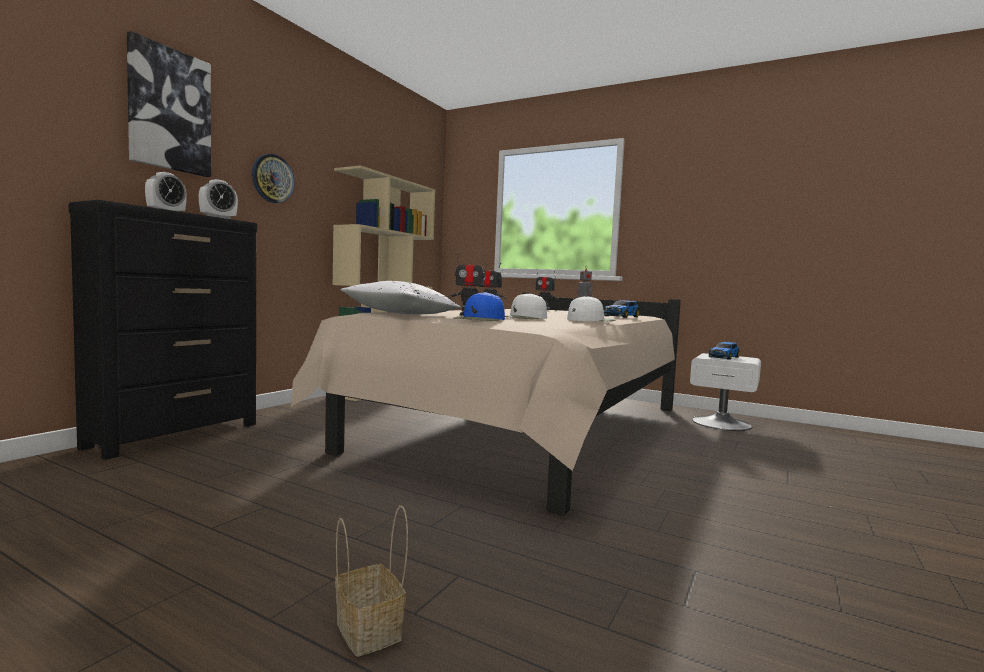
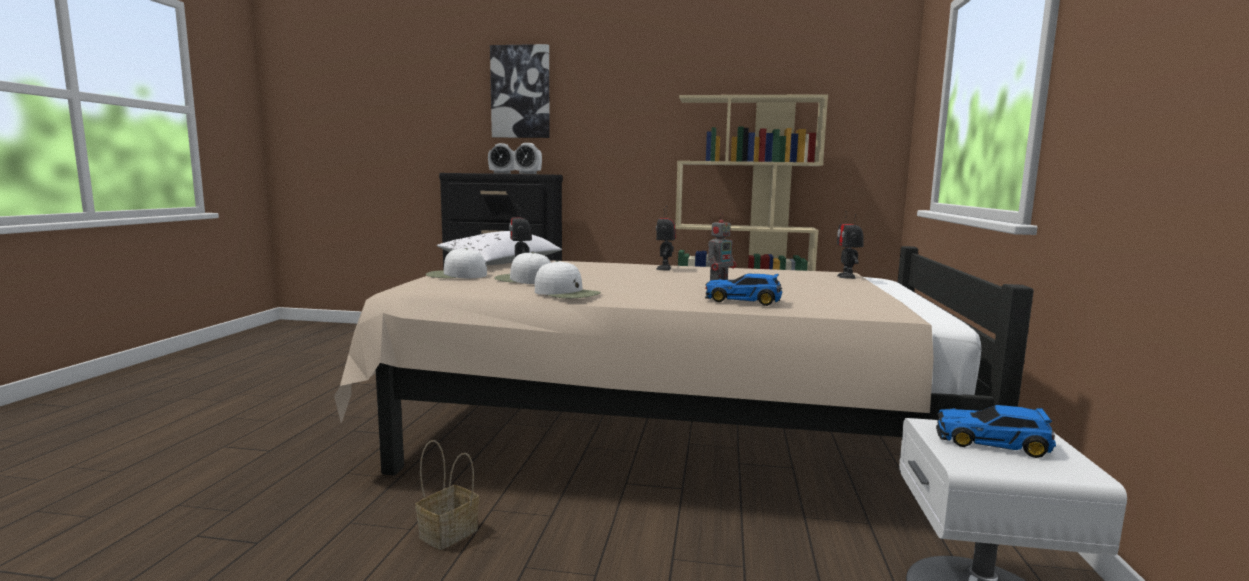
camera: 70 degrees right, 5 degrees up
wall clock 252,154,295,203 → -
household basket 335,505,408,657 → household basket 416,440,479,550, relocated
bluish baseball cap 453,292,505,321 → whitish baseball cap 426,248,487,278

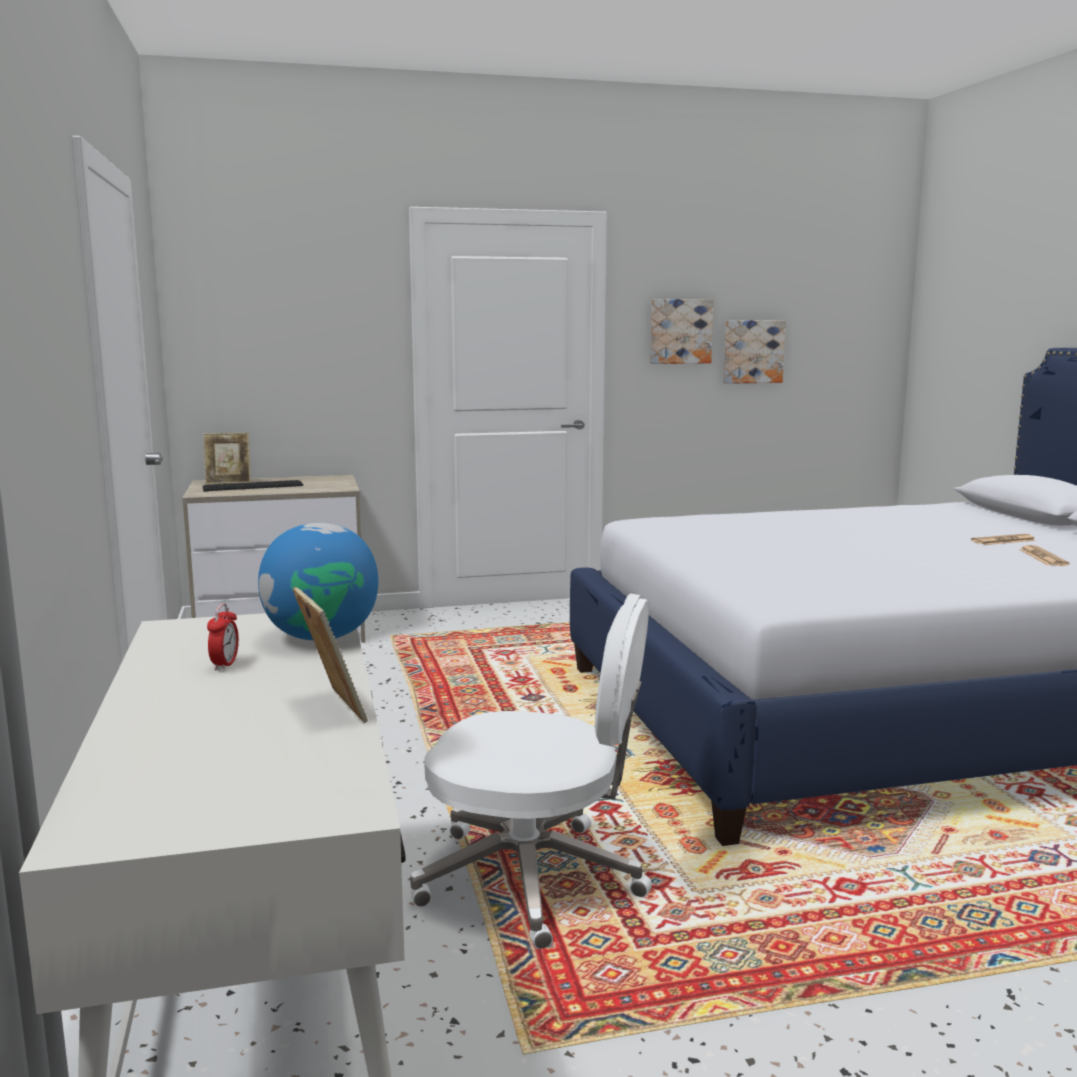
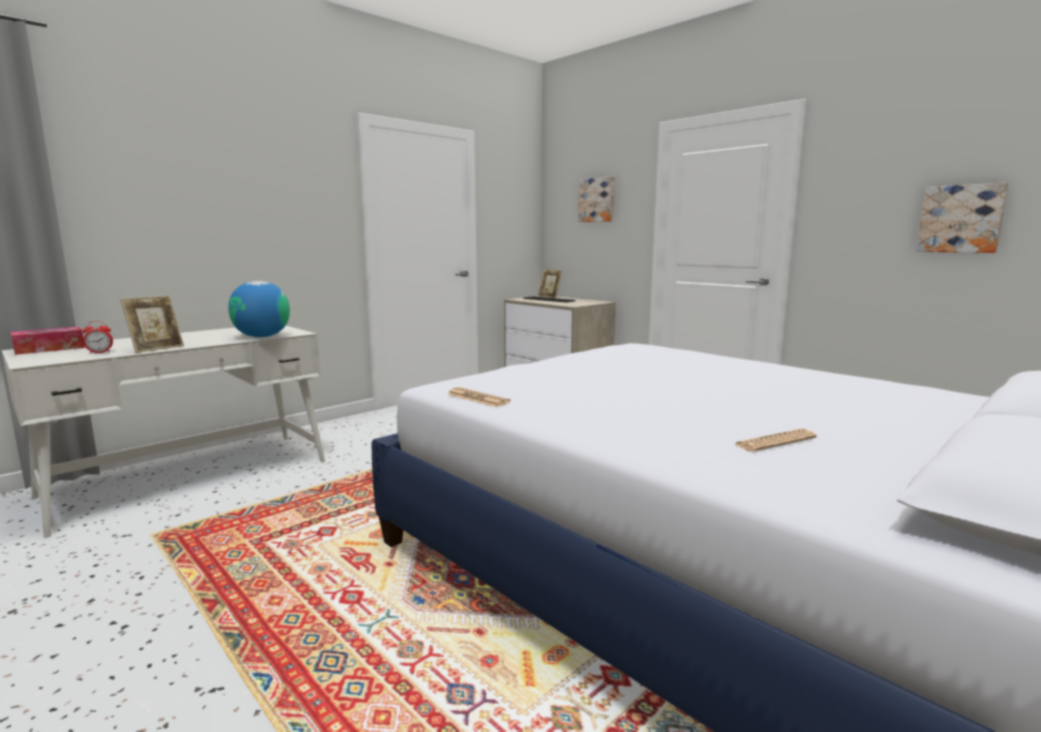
camera: 60 degrees right, 0 degrees up
table clock 207,603,239,670 → table clock 83,321,113,354, relocated
whitish computer chair 410,593,652,949 → -
wall art 650,299,714,364 → wall art 578,176,615,222, relocated
printed paper 971,534,1036,545 → printed paper 447,387,510,407, relocated
- → tissue box 11,327,85,355

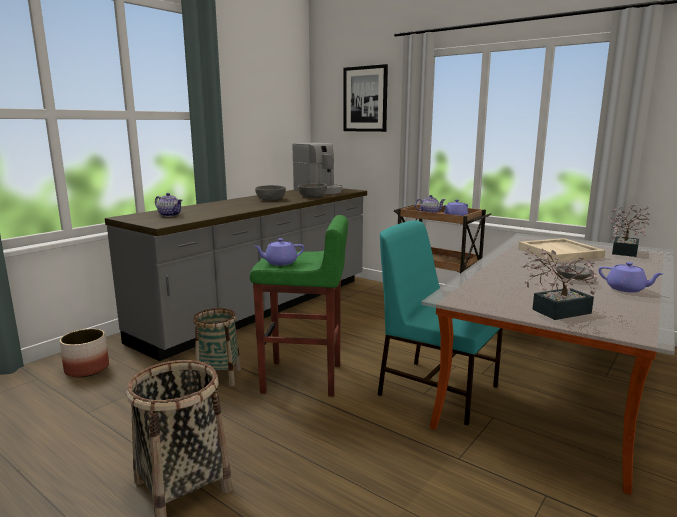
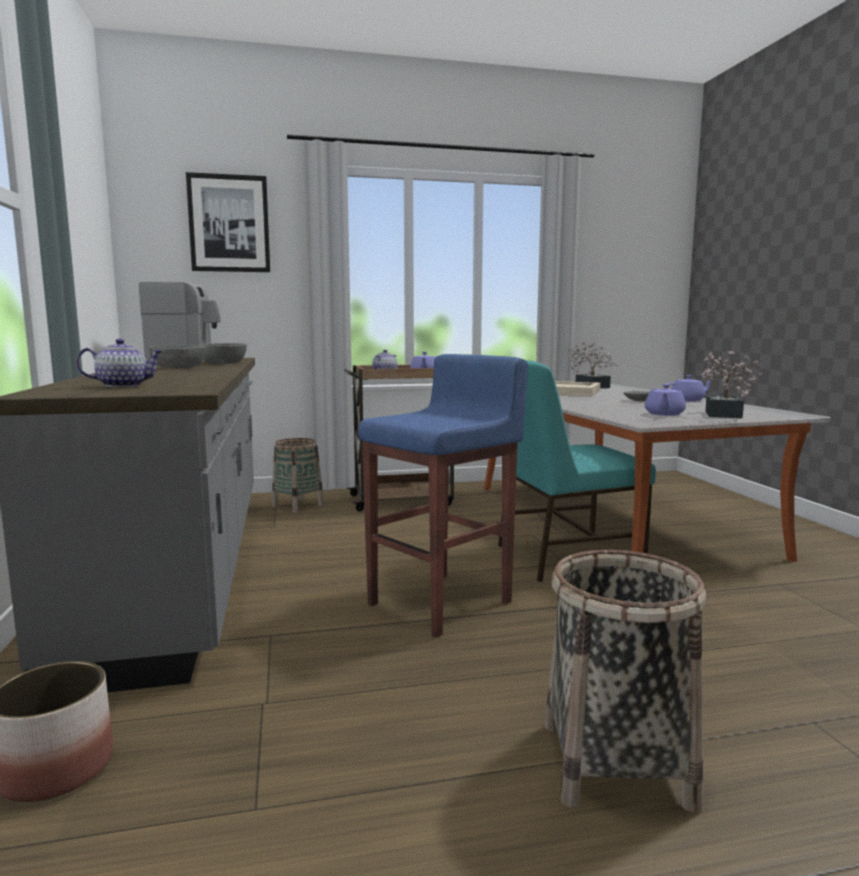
camera: 50 degrees left, 5 degrees down
household basket 193,308,241,387 → household basket 272,438,324,513, relocated
greenish stool seat 250,215,348,397 → bluish stool seat 358,354,528,638
purplish teapot 254,238,304,266 → purplish teapot 645,384,686,416, relocated

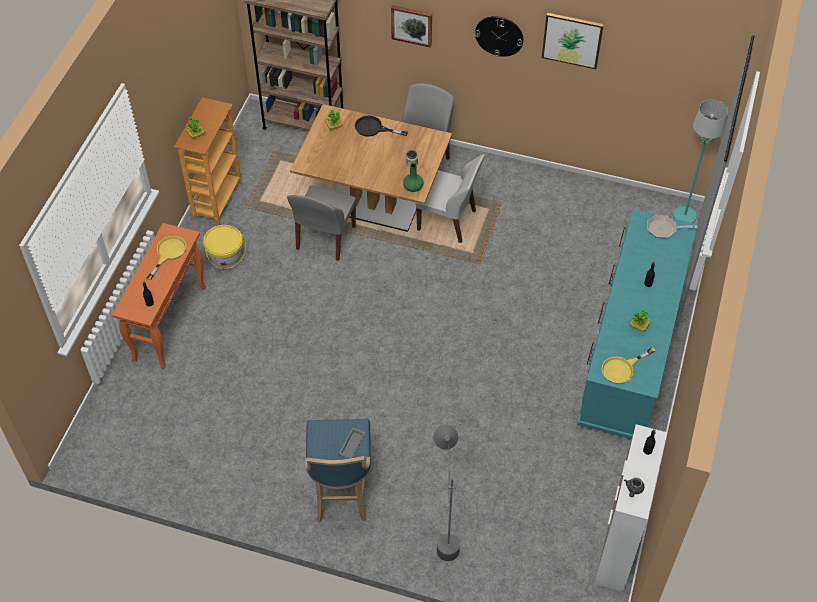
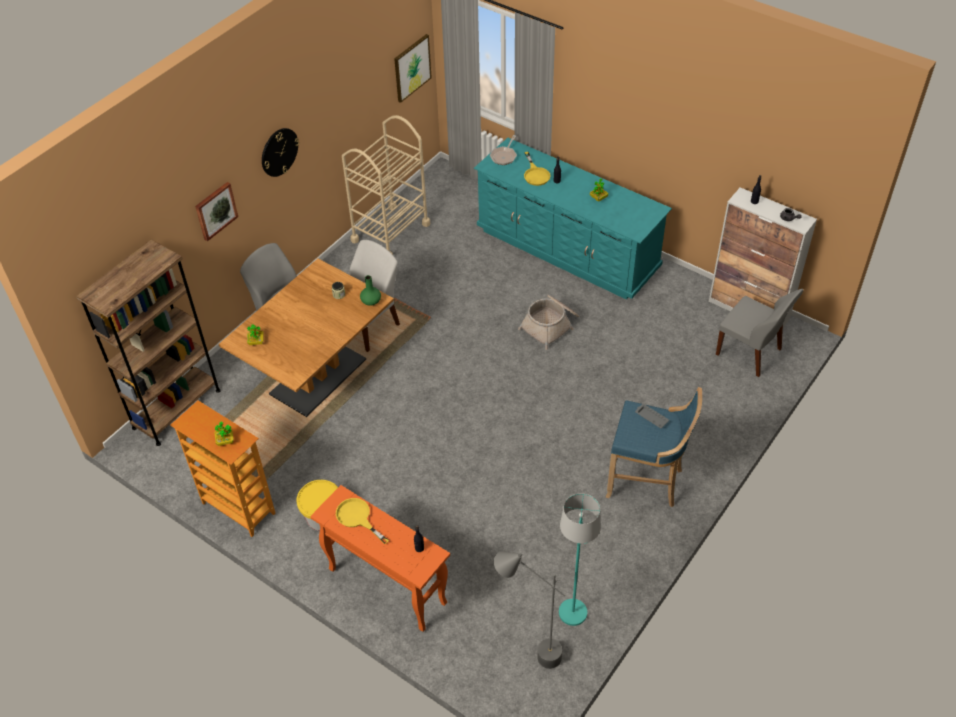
camera: 70 degrees left, 5 degrees down
grey upright chair 287,185,356,261 → grey upright chair 716,289,803,377, relocated
black-coloured pan 355,116,408,137 → -
grey standard lamp 434,425,460,561 → grey standard lamp 494,551,565,669, relocated
wall art 542,13,604,69 → wall art 394,34,432,103, relocated
yellowish pan 602,347,656,384 → yellowish pan 524,152,551,186, relocated
blue-green standard lamp 673,100,728,223 → blue-green standard lamp 559,493,601,626, relocated
- → beige trolley 342,115,430,255
- → household basket 518,295,579,350

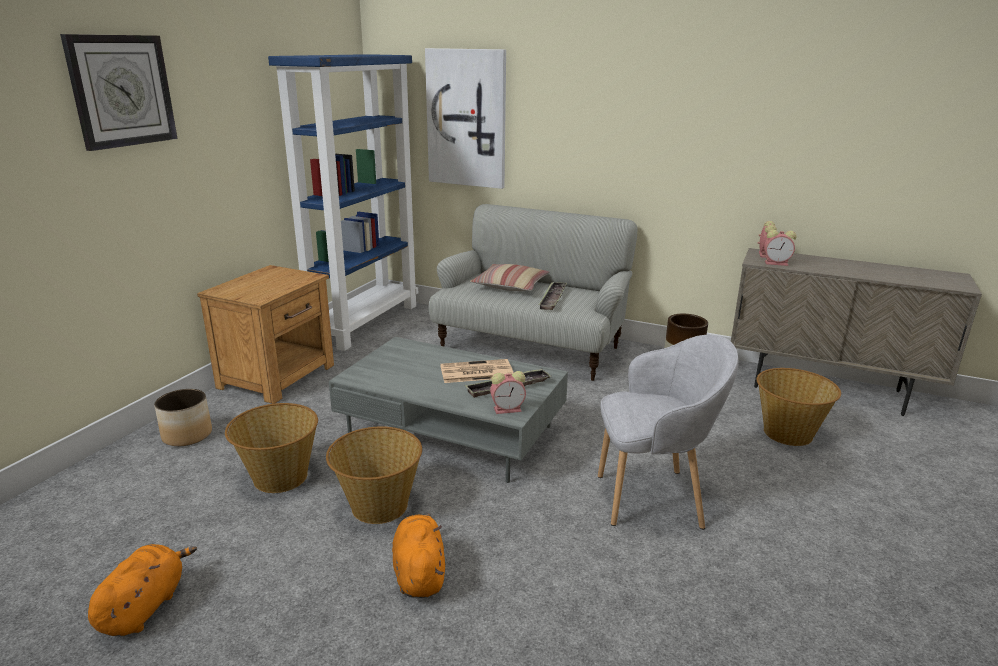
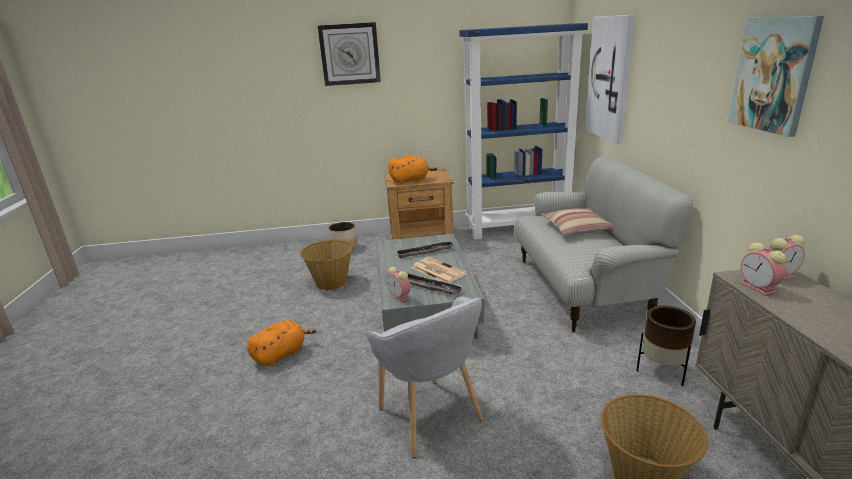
camera: 60 degrees right, 0 degrees up
orangey plush toy 88,544,197,636 → orangey plush toy 388,155,437,184, relocated
household basket 326,426,422,524 → -
tray 538,282,567,310 → tray 396,241,454,258, relocated
- → wall art 728,16,824,137

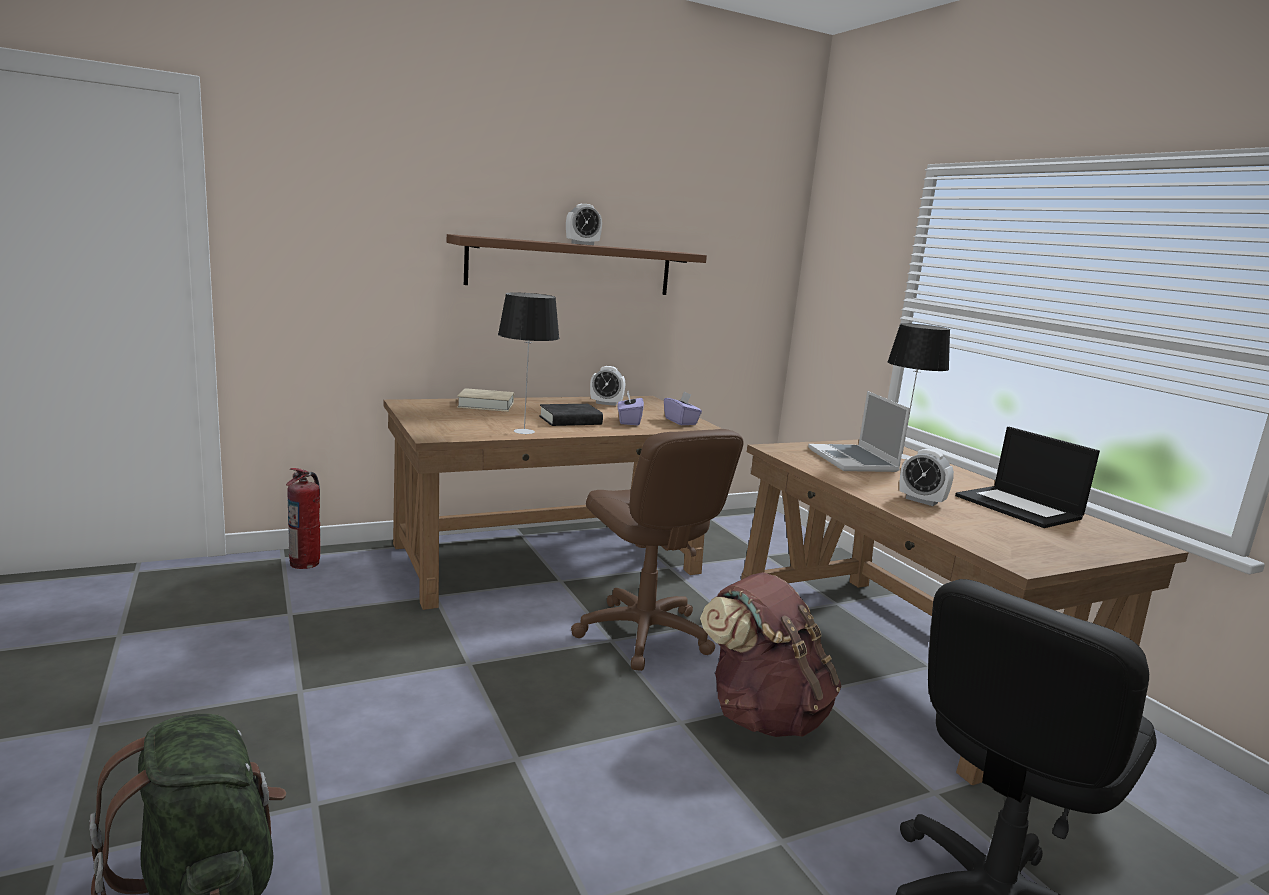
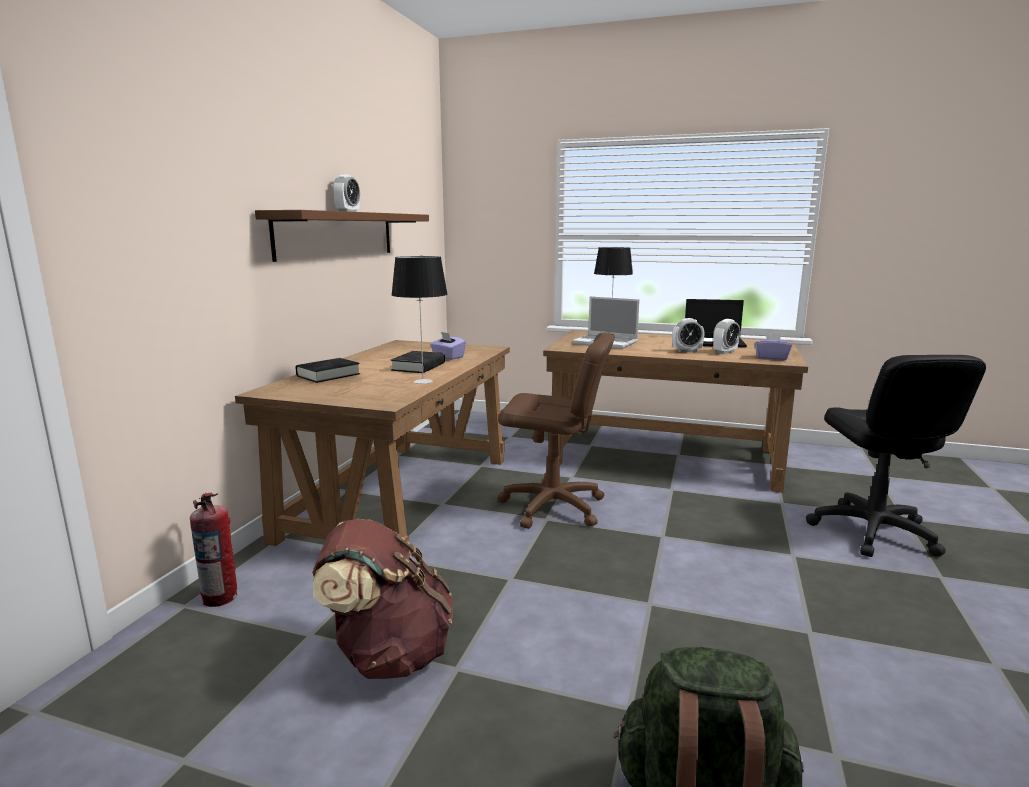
camera: 45 degrees left, 0 degrees up
beige volume 457,388,514,412 → black-coloured volume 296,358,360,383
table clock 590,366,625,406 → table clock 713,319,740,354, relocated
purplish tissue box 664,391,702,425 → purplish tissue box 754,332,792,360, relocated
brown rucksack 700,572,842,737 → brown rucksack 312,519,453,679, relocated

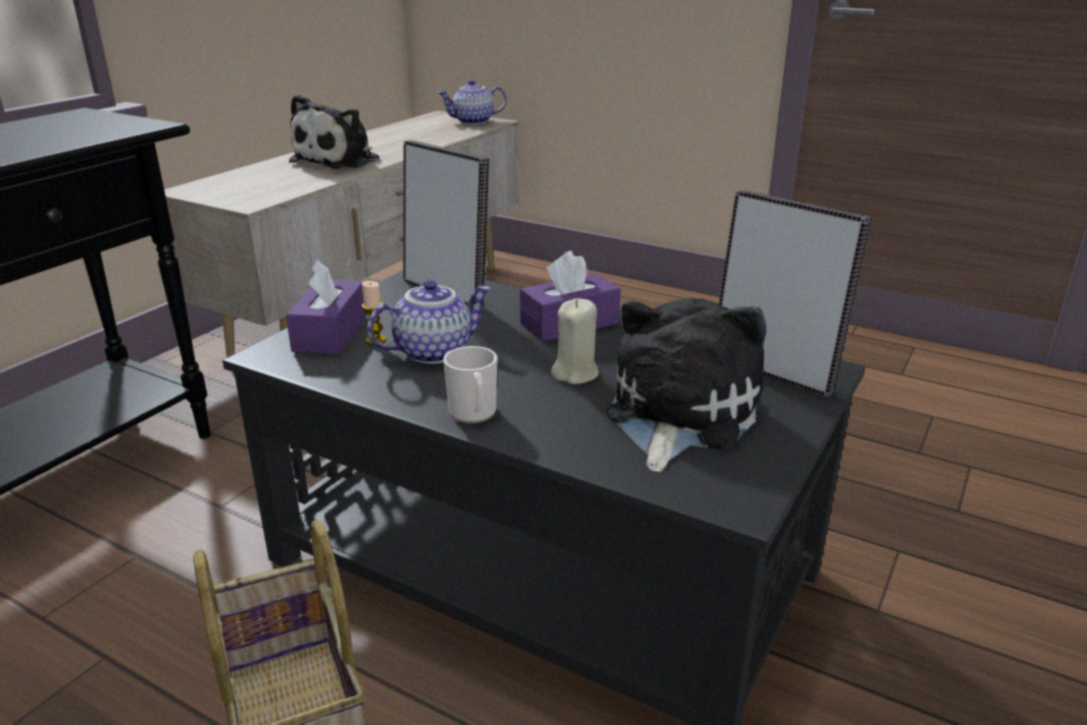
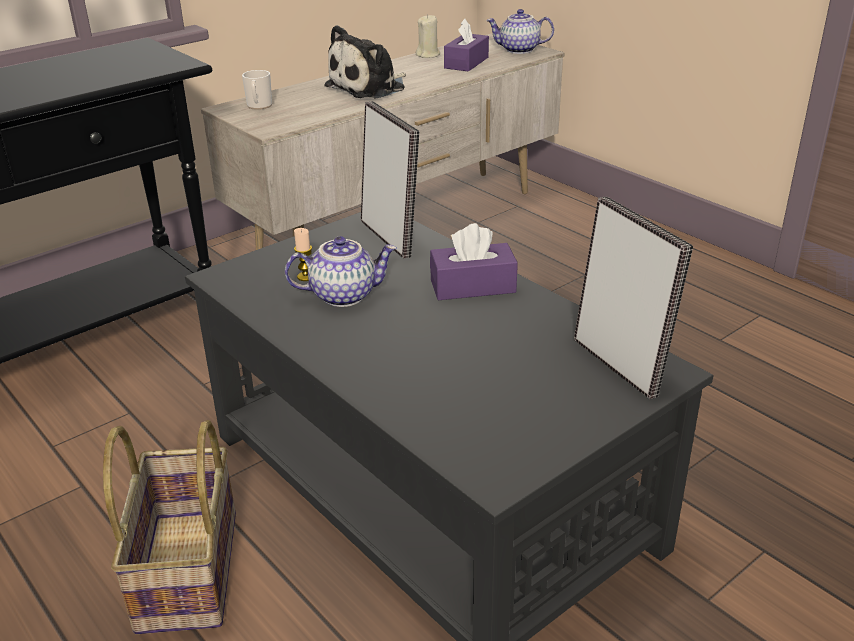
camera: 20 degrees right, 5 degrees up
purplish tissue box 286,260,367,354 → purplish tissue box 444,19,489,72, relocated
mug 443,346,497,423 → mug 242,70,272,110, relocated
beige candle 551,298,599,384 → beige candle 416,14,440,58, relocated
plush toy 607,298,766,473 → -

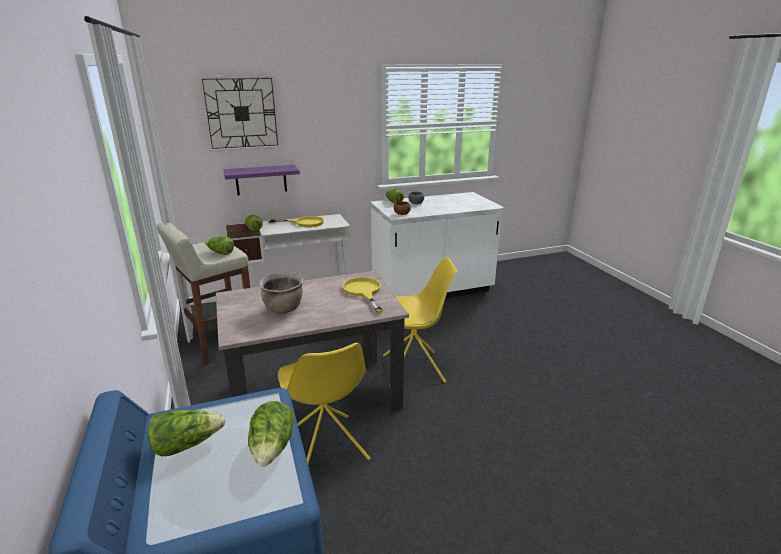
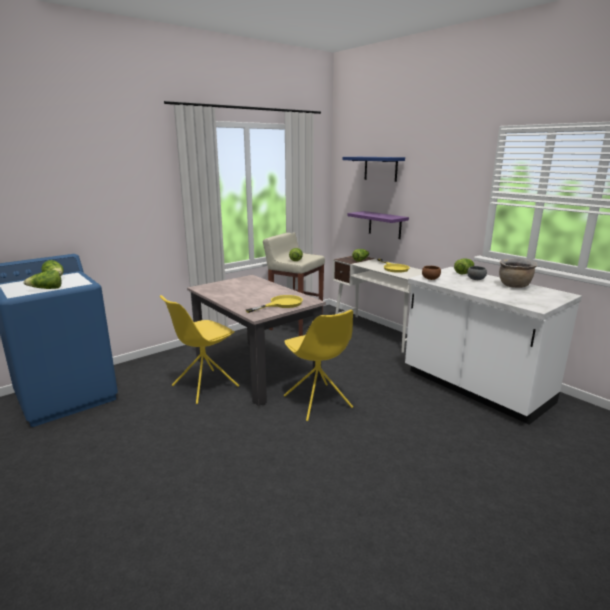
camera: 70 degrees right, 5 degrees down
wall clock 199,75,281,152 → bluish shelf 342,157,405,182
brown saucepot 259,271,303,314 → brown saucepot 499,258,538,288, relocated

